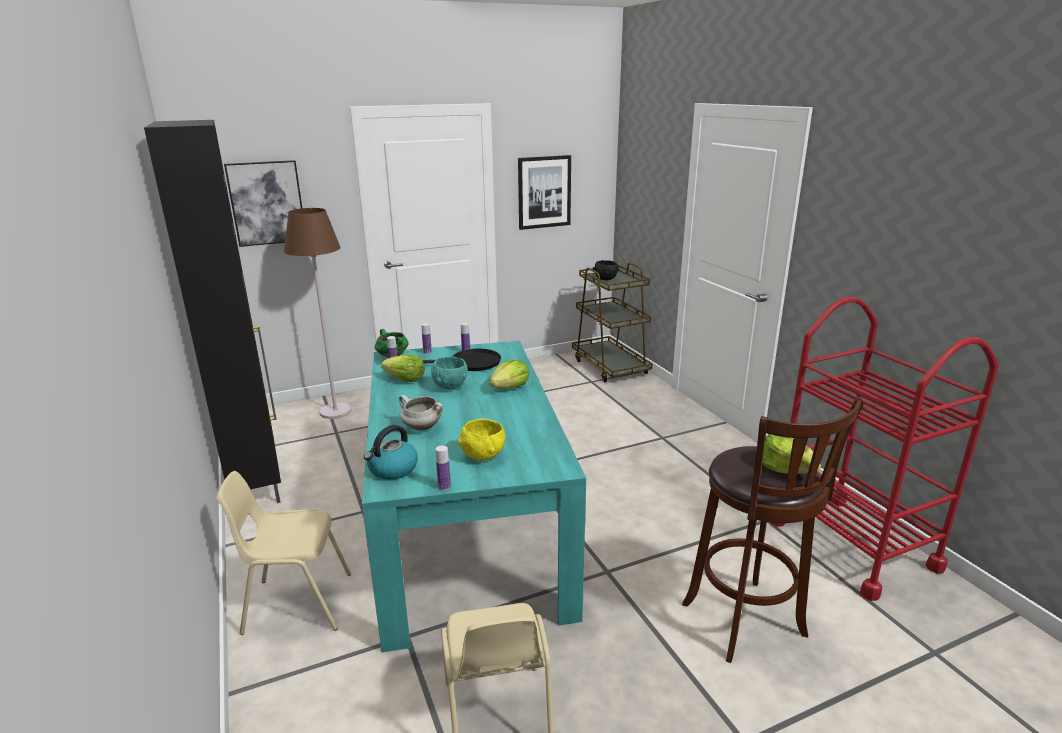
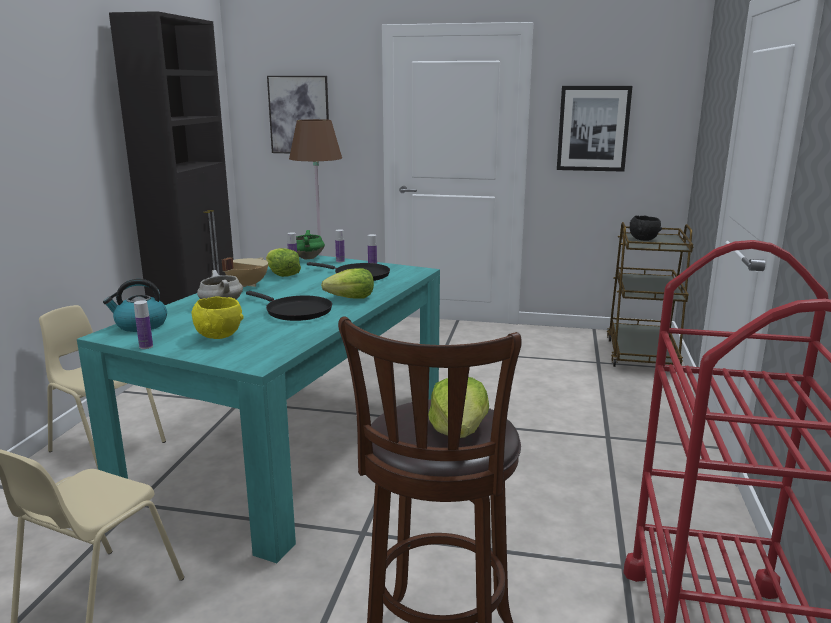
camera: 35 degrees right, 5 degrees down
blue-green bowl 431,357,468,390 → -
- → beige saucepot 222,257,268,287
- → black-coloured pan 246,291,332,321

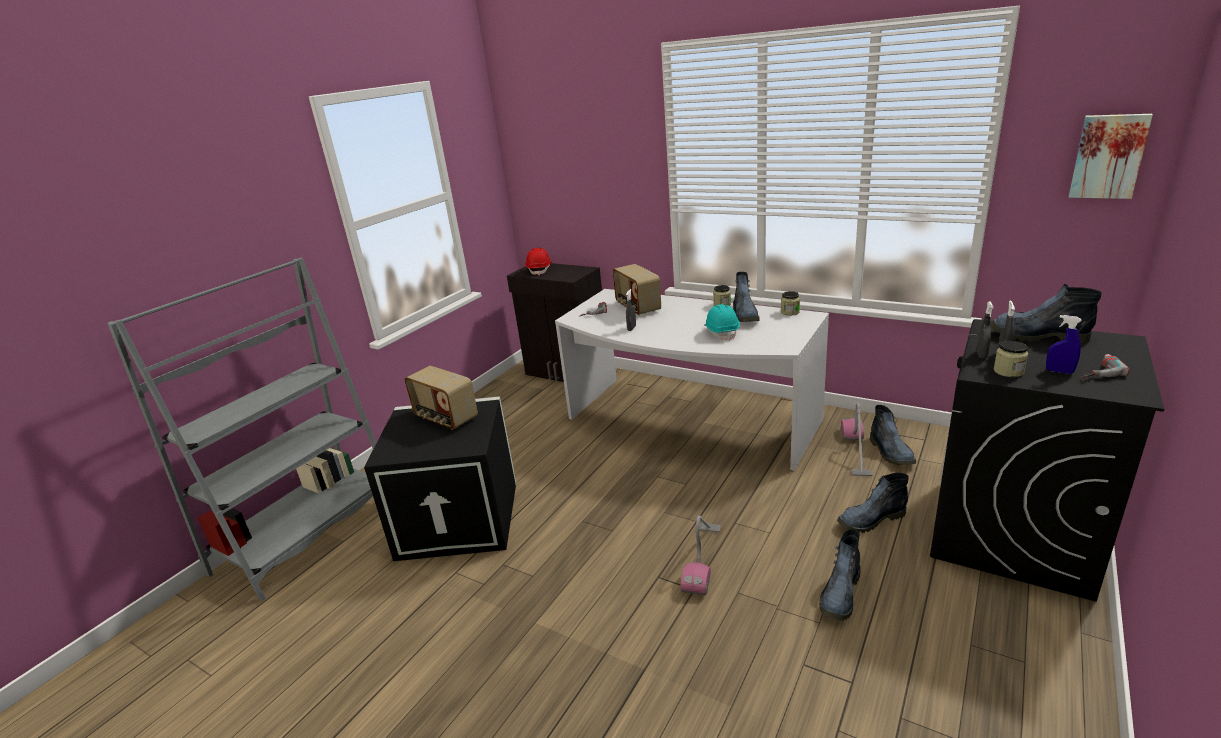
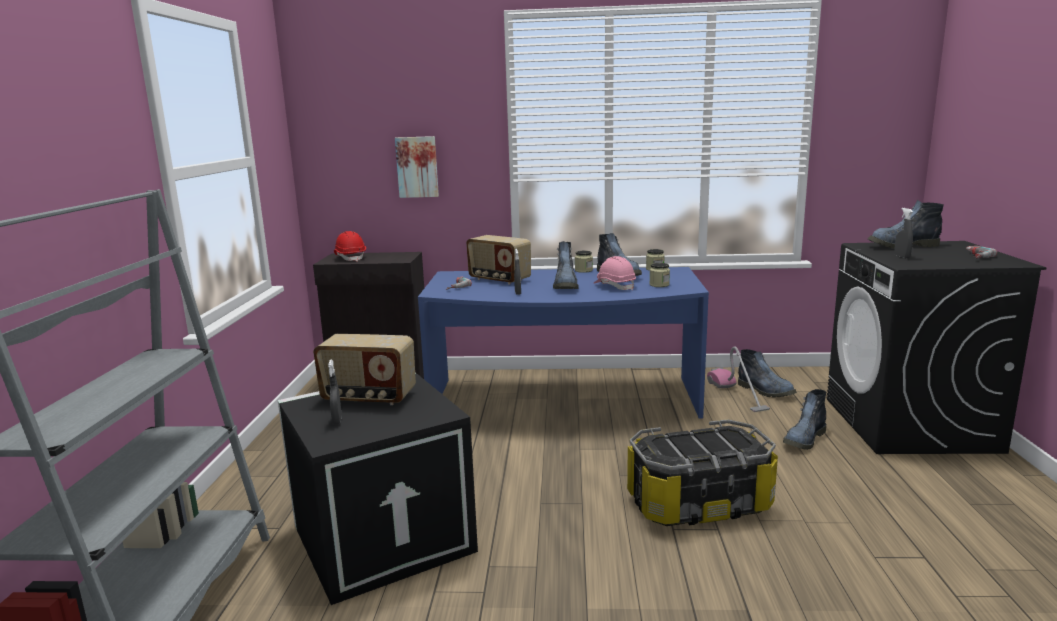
camera: 30 degrees left, 10 degrees down
whitish desk unit 555,289,829,471 → bluish desk unit 418,267,709,419
vacuum 680,516,721,595 → storage box 627,420,778,526
blue-green work helmet 704,304,740,341 → pink work helmet 594,256,636,290
high-top boot 819,529,861,621 → high-top boot 553,241,579,289, relocated
grey spray bottle 977,302,994,359 → grey spray bottle 328,360,342,425, relocated
jar 994,341,1028,377 → jar 649,263,670,287, relocated
bluish spray bottle 1046,315,1082,374 → -
wall art 1069,114,1153,199 → wall art 395,136,439,198, relocated

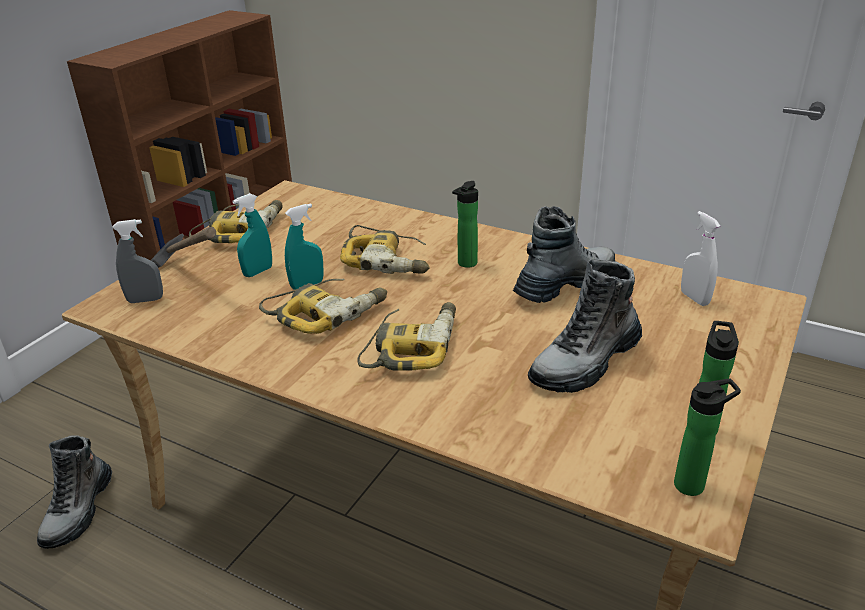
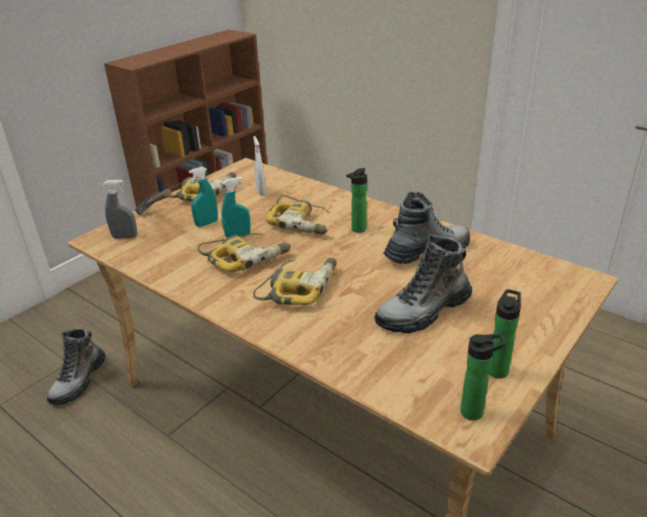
camera: 10 degrees right, 0 degrees up
whitish spray bottle 681,211,720,306 → whitish spray bottle 253,136,266,196, relocated

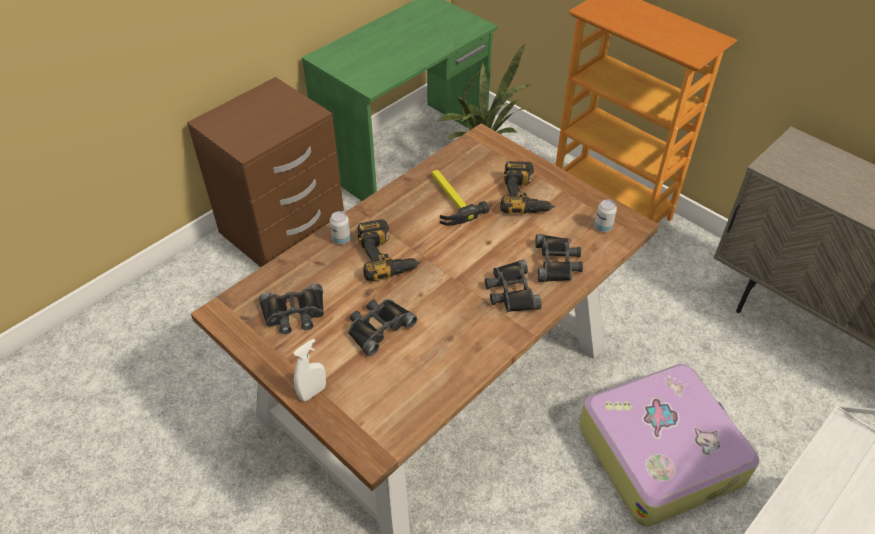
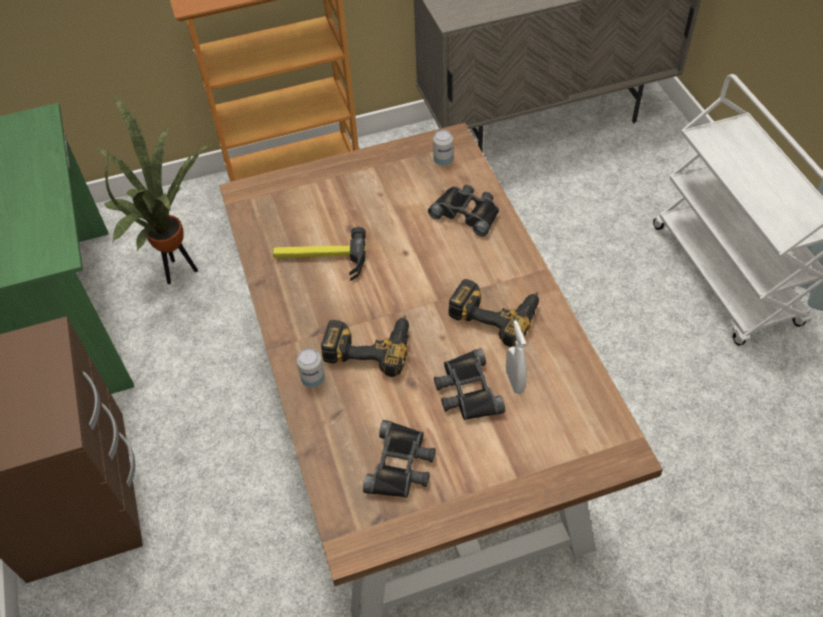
camera: 60 degrees left, 5 degrees up
whitish spray bottle 293,339,326,401 → whitish spray bottle 506,320,527,394, relocated
black-coloured pair of binoculars 485,260,542,312 → -
electric drill 500,161,556,214 → electric drill 448,279,539,347, relocated
travel case 579,364,759,526 → -

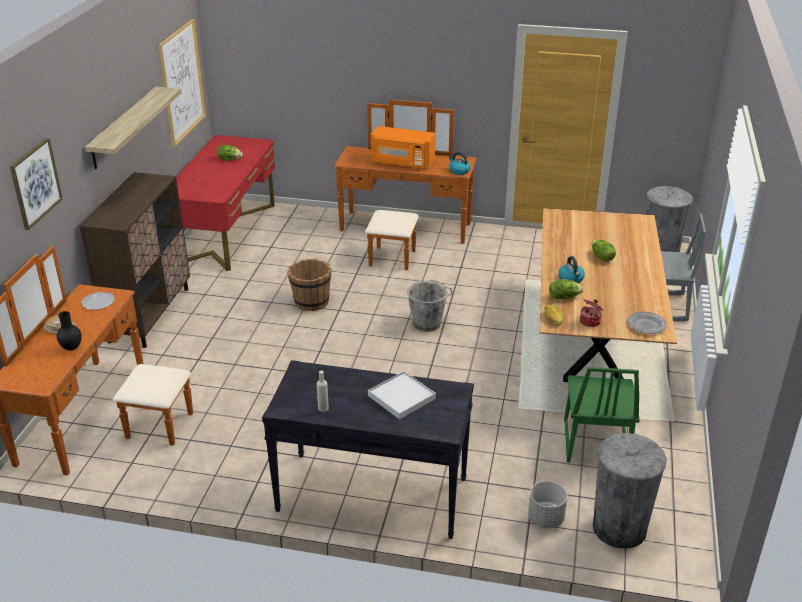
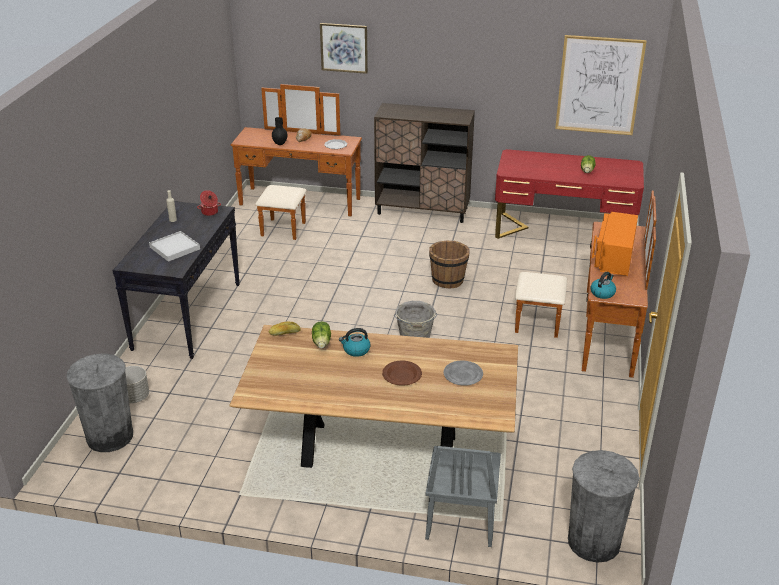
camera: 90 degrees right, 0 degrees up
shelf 85,87,181,169 → -
greenish upright chair 564,367,640,462 → -
saucepot 580,299,604,327 → saucepot 197,190,221,216, relocated
head of lettuce 591,239,616,262 → brown dinner plate 382,361,422,386
grey dinner plate 627,312,667,334 → grey dinner plate 443,360,483,386, relocated

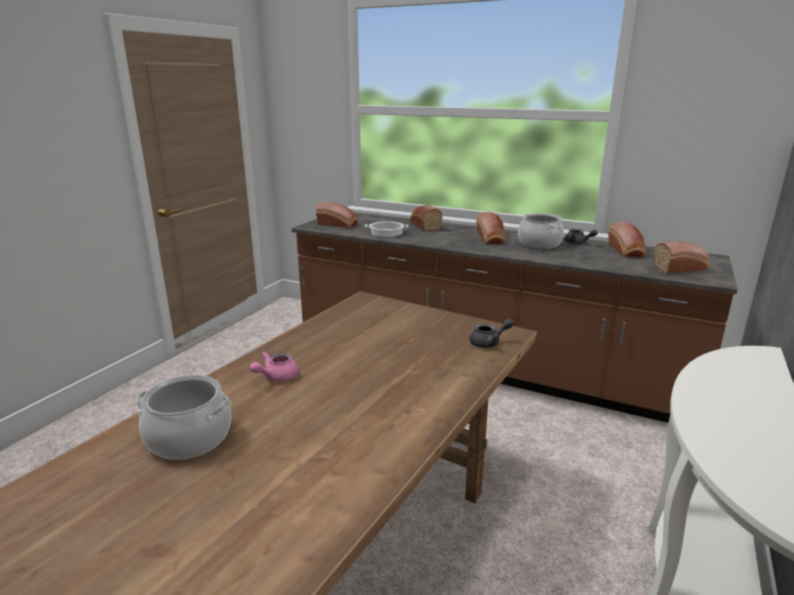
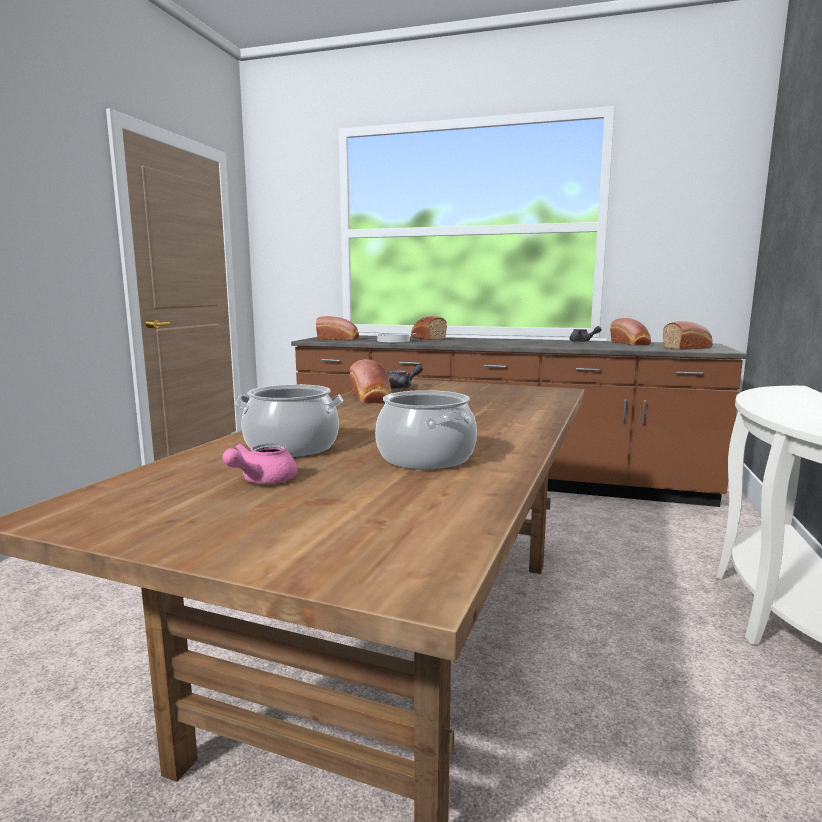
camera: 10 degrees left, 10 degrees down
pink teapot 250,352,298,381 → pink teapot 222,443,297,484, relocated
grey teapot 470,319,514,348 → grey teapot 388,365,423,389, relocated
baked bread 476,212,505,244 → baked bread 350,359,392,404, relocated
saucepot 518,213,564,249 → saucepot 375,390,477,469, relocated

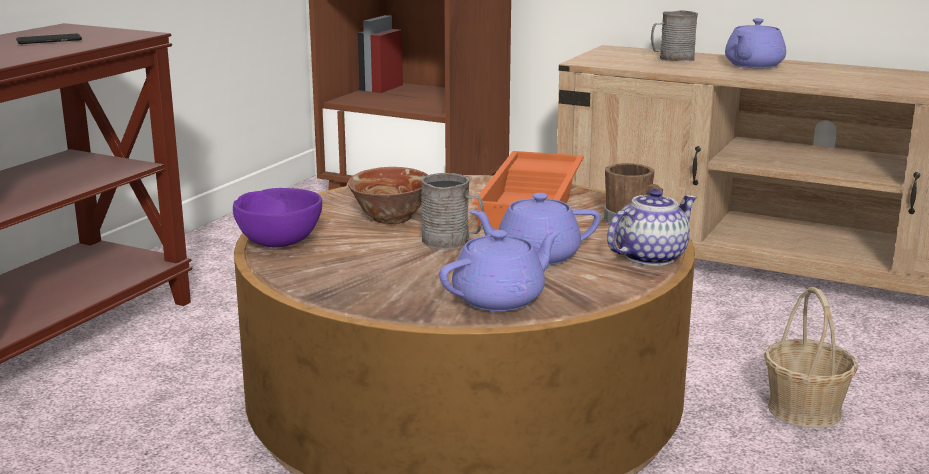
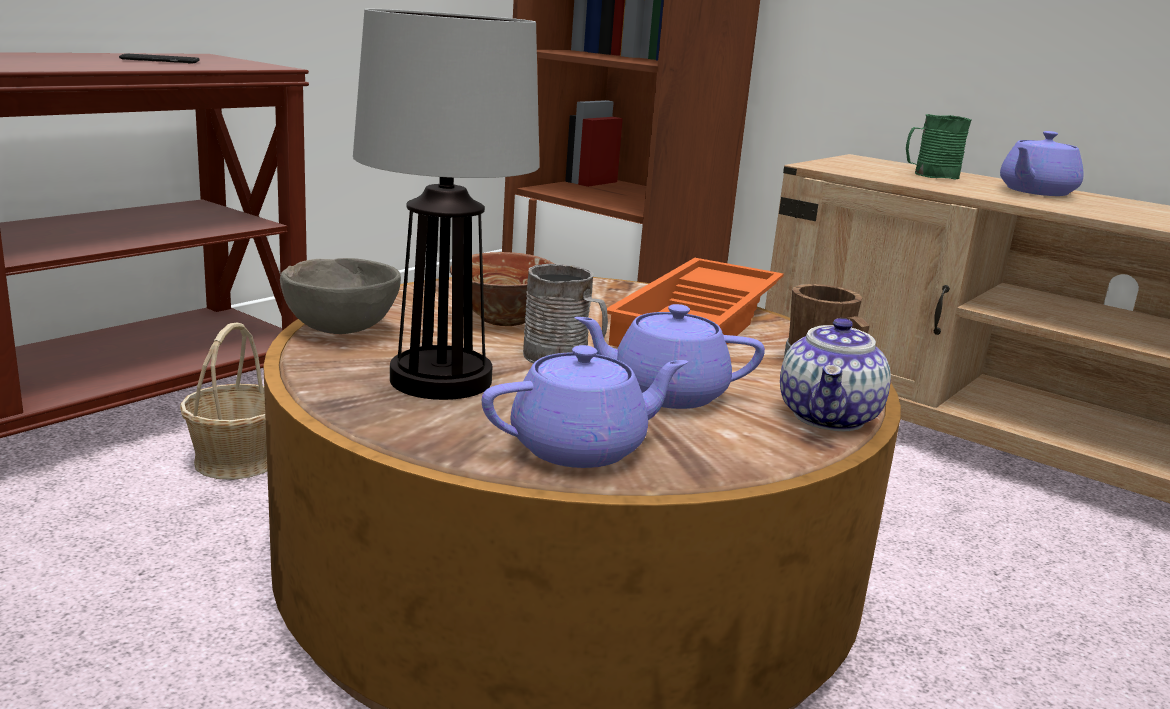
camera: 10 degrees right, 0 degrees up
purplish bowl 233,188,322,247 → grey bowl 280,258,401,334
teapot 607,188,697,266 → teapot 780,318,891,431, 135 degrees clockwise
grey mug 651,10,698,62 → greenish mug 906,114,972,179
household basket 764,287,858,428 → household basket 180,322,267,480, relocated
- → lamp for a table 353,9,540,400

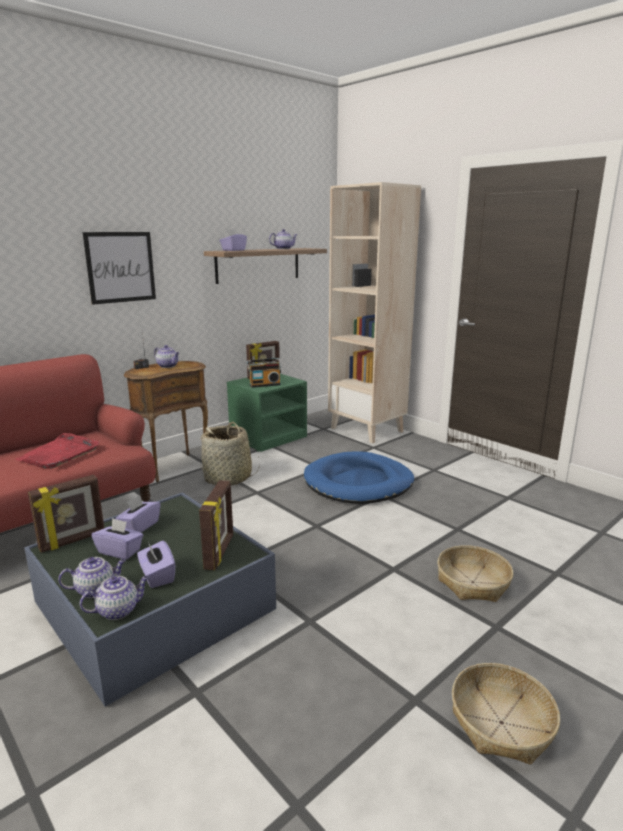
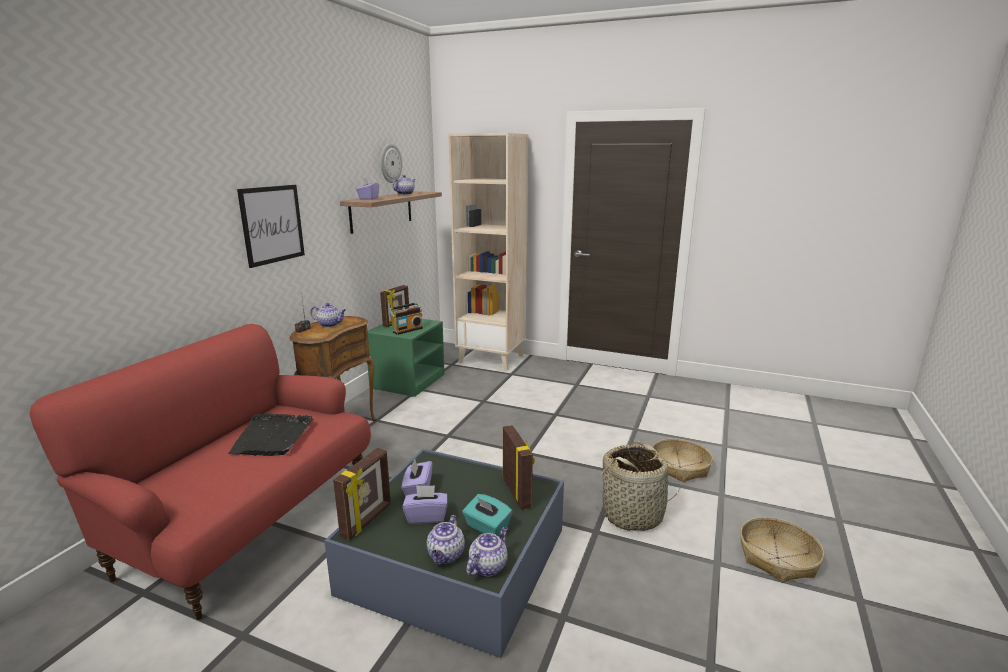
camera: 25 degrees left, 0 degrees up
reddish tray 15,433,99,469 → black-coloured tray 228,413,313,456
teapot 58,557,126,598 → teapot 427,515,465,565, 150 degrees clockwise
purplish tissue box 137,541,175,588 → blue-green tissue box 462,494,512,536
household basket 200,422,260,486 → household basket 596,441,680,531, relocated
bluish pet bed 304,451,414,504 → -
- → wall clock 380,143,402,183

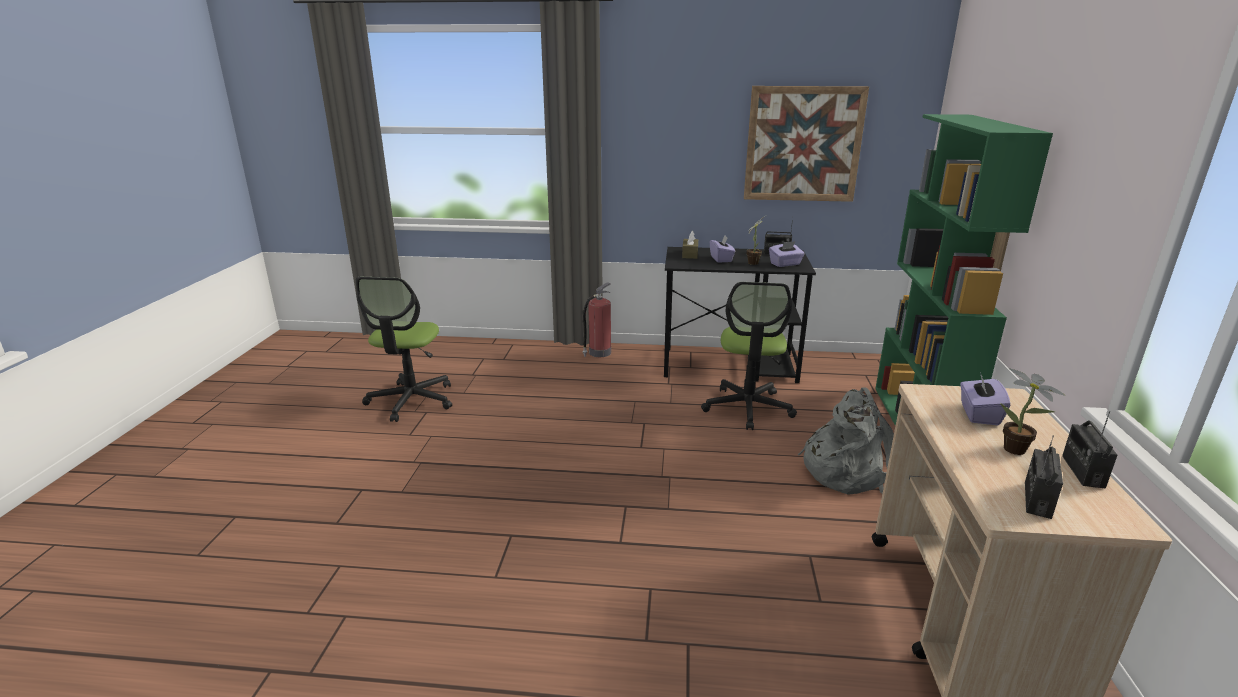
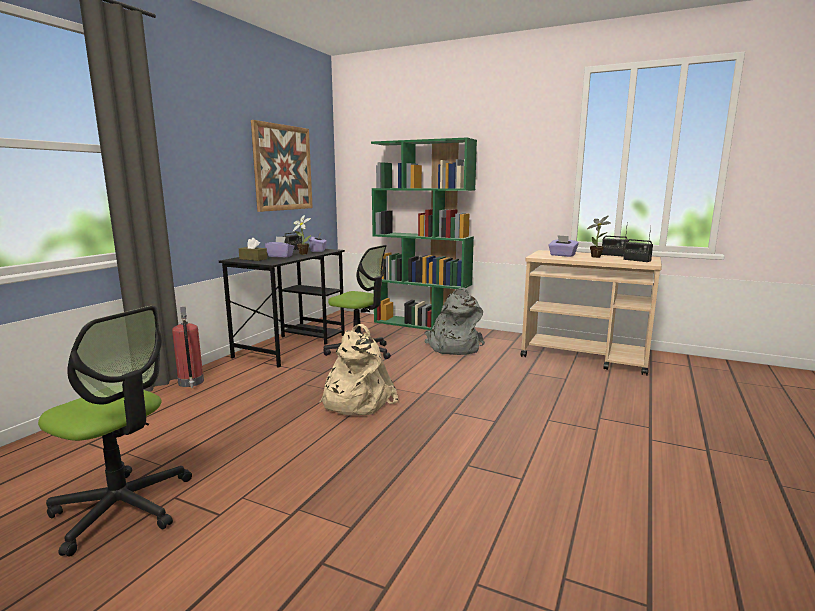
camera: 70 degrees left, 10 degrees down
- → beige rucksack 320,324,398,416

